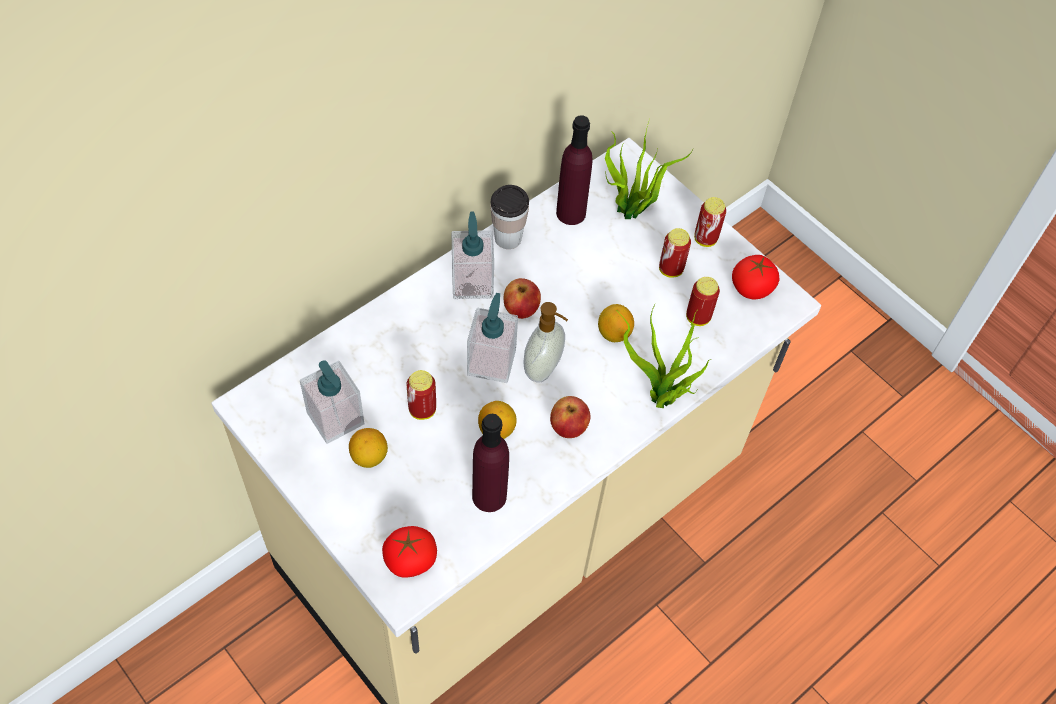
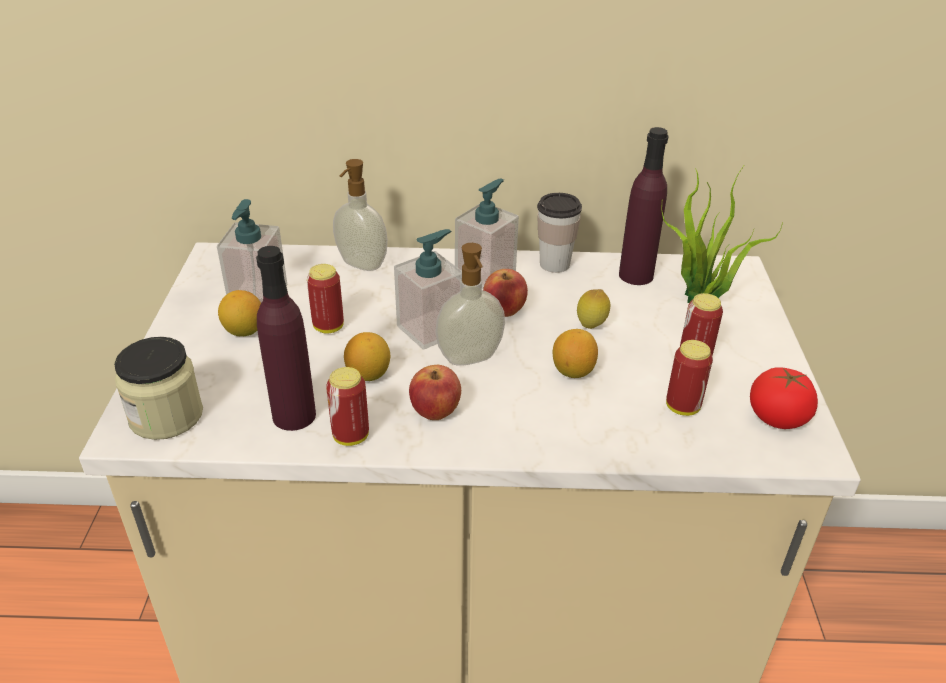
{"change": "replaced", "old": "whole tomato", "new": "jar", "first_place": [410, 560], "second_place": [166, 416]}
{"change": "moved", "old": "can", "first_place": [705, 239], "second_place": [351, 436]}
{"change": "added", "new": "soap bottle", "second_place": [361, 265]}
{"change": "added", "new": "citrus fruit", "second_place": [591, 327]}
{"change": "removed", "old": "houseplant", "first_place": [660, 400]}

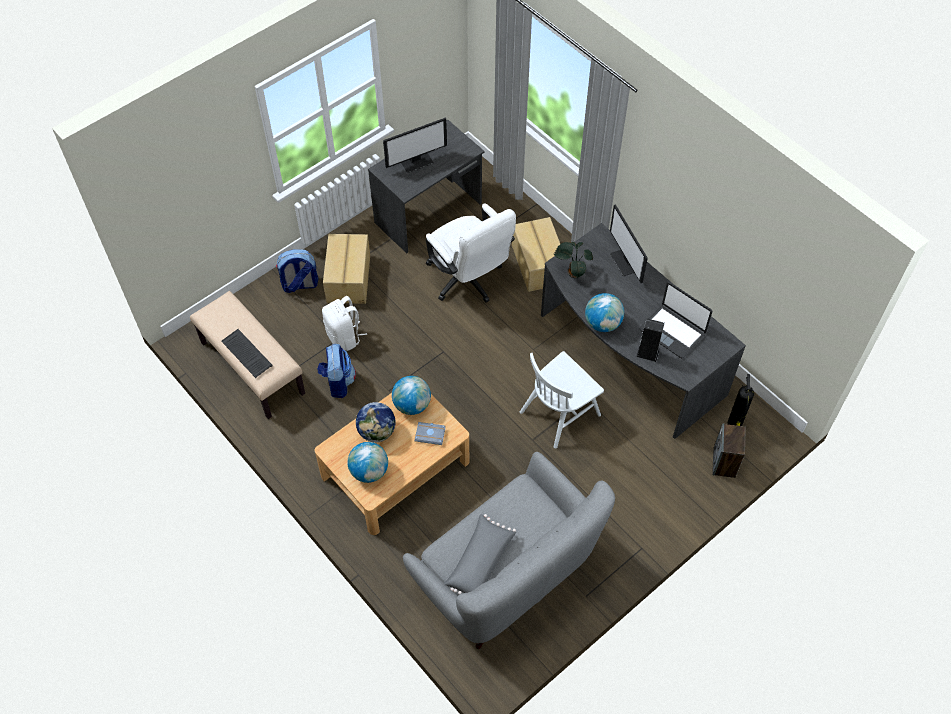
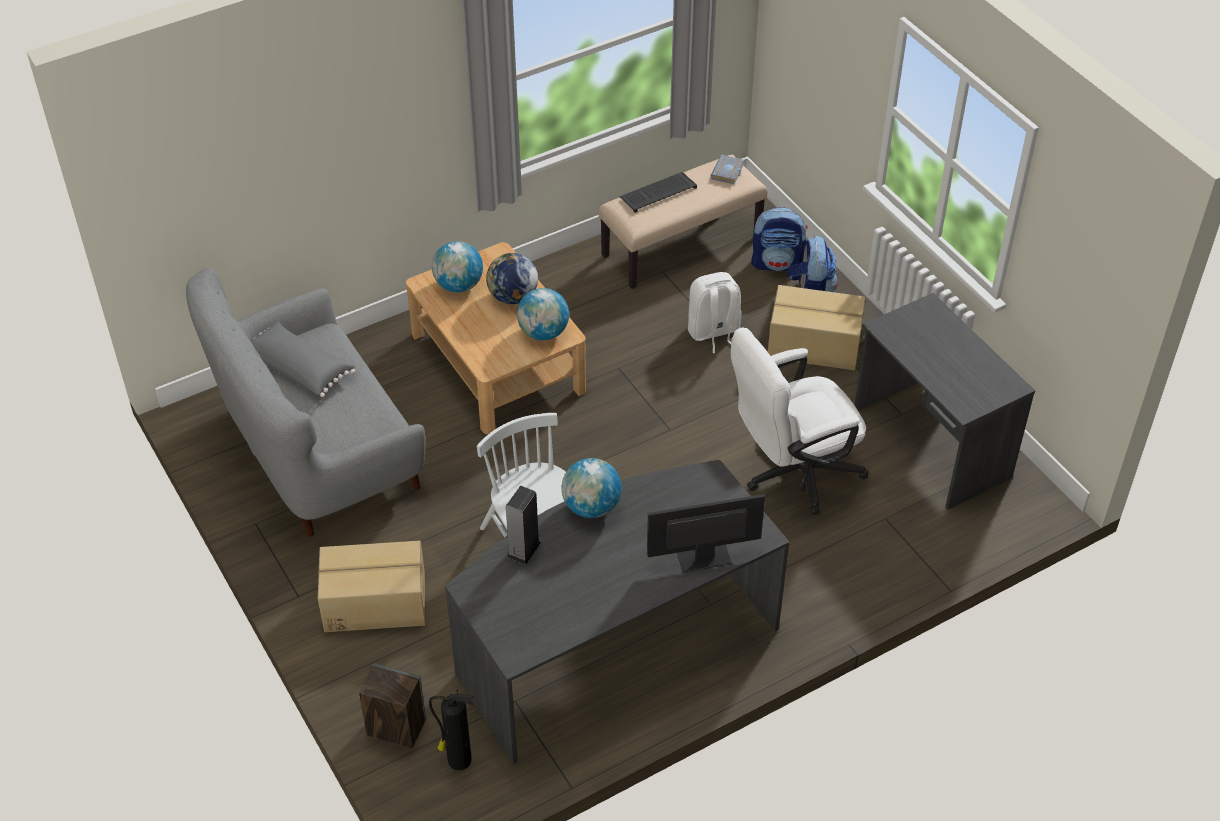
{"change": "moved", "old": "packing box", "first_place": [537, 265], "second_place": [374, 602]}
{"change": "moved", "old": "greyish book", "first_place": [431, 434], "second_place": [728, 172]}
{"change": "moved", "old": "backpack", "first_place": [338, 382], "second_place": [777, 263]}
{"change": "removed", "old": "monitor", "first_place": [416, 161]}
{"change": "removed", "old": "houseplant", "first_place": [572, 273]}
{"change": "removed", "old": "notebook computer", "first_place": [672, 331]}

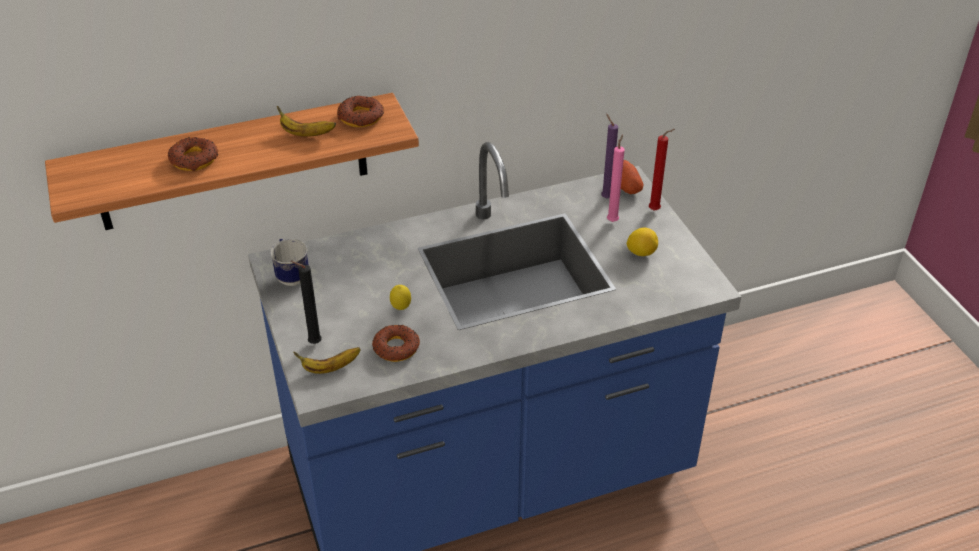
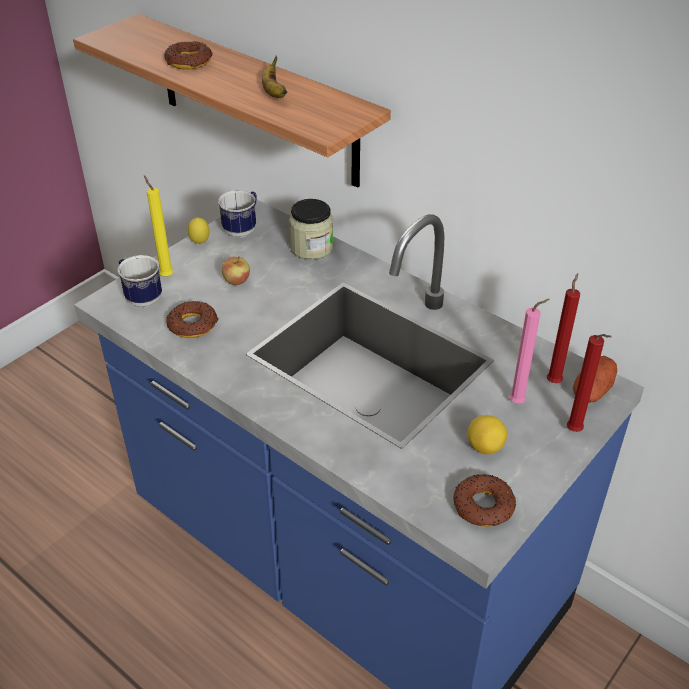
{"change": "replaced", "old": "banana", "new": "coffee mug", "first_place": [330, 368], "second_place": [140, 297]}
{"change": "recoloured", "old": "blackish candle", "new": "yellow candle", "first_place": [312, 343], "second_place": [165, 275]}
{"change": "moved", "old": "citrus fruit", "first_place": [401, 308], "second_place": [200, 243]}
{"change": "added", "new": "whole apple", "second_place": [237, 281]}
{"change": "added", "new": "jar", "second_place": [311, 247]}
{"change": "moved", "old": "doughnut", "first_place": [360, 117], "second_place": [483, 506]}
{"change": "recoloured", "old": "purple-coloured candle", "new": "reddish candle", "first_place": [605, 197], "second_place": [554, 381]}

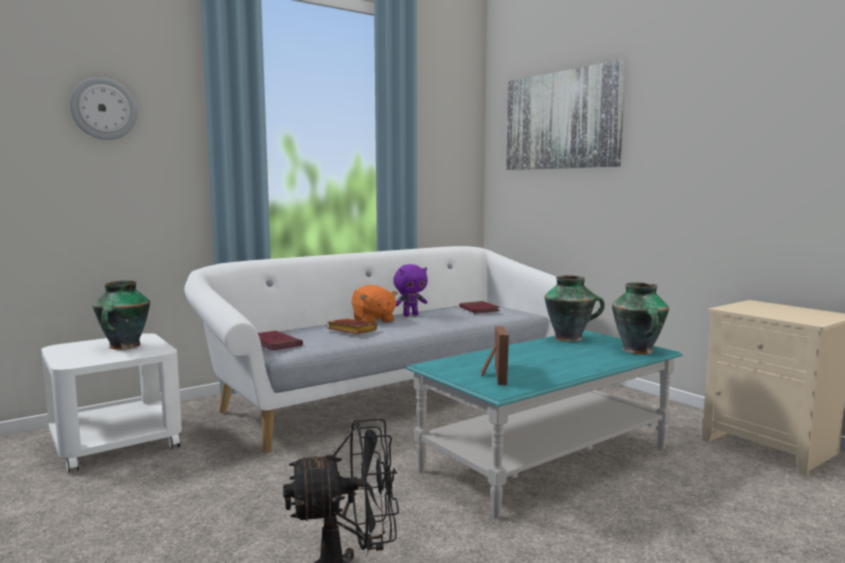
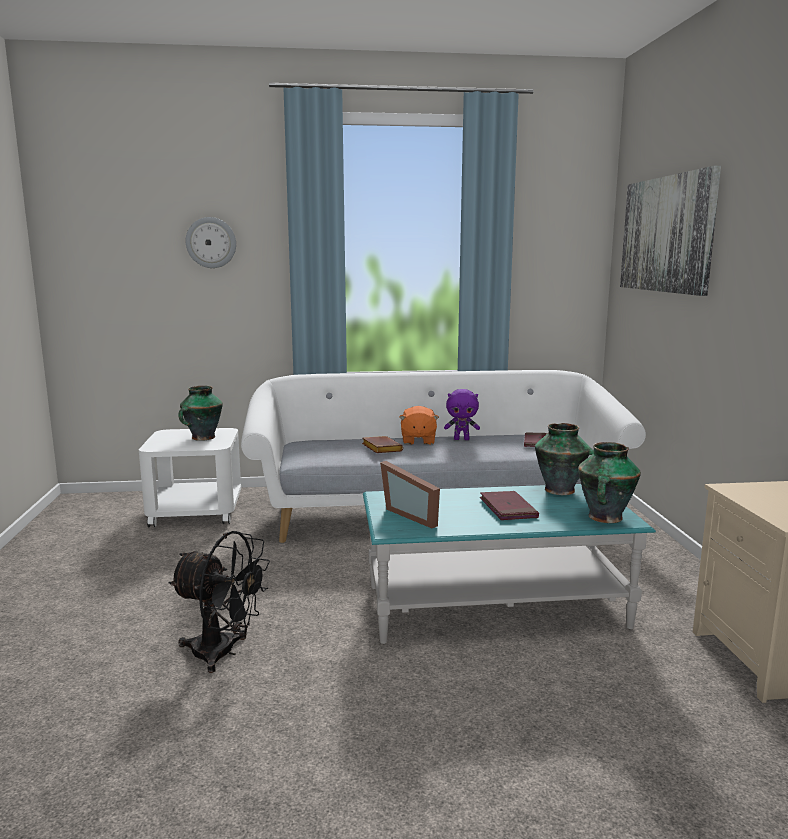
{"change": "turned", "old": "photo frame", "first_place": [493, 375], "second_place": [414, 514], "degrees": 105}
{"change": "moved", "old": "reddish book", "first_place": [274, 343], "second_place": [508, 509]}

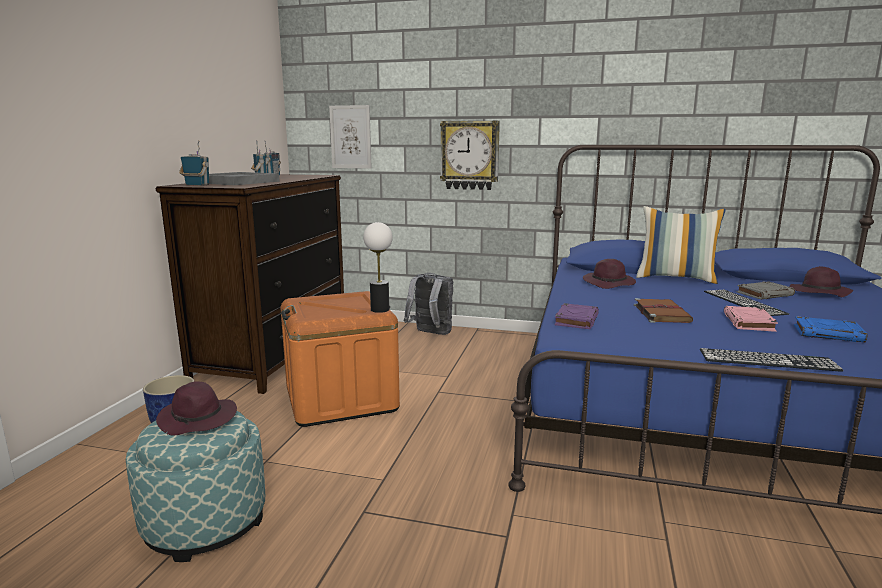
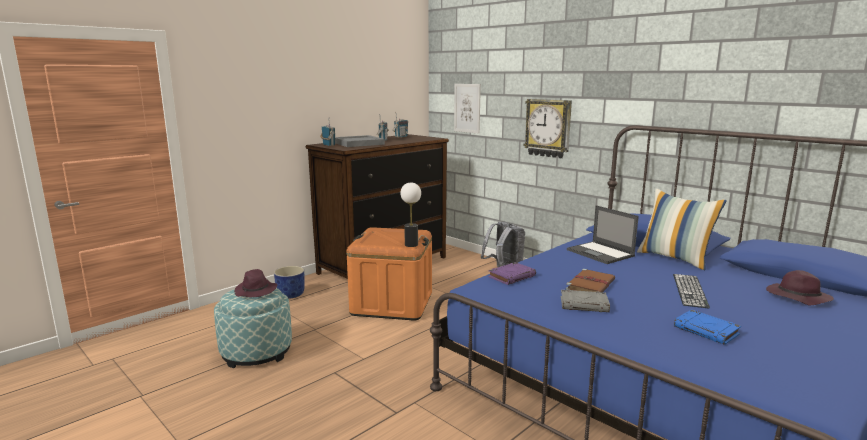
{"change": "moved", "old": "greyish book", "first_place": [764, 294], "second_place": [584, 304]}
{"change": "replaced", "old": "purple-coloured wearable hat", "new": "notebook computer", "first_place": [609, 283], "second_place": [601, 253]}
{"change": "removed", "old": "computer keyboard", "first_place": [767, 360]}
{"change": "removed", "old": "pink-coloured book", "first_place": [749, 323]}

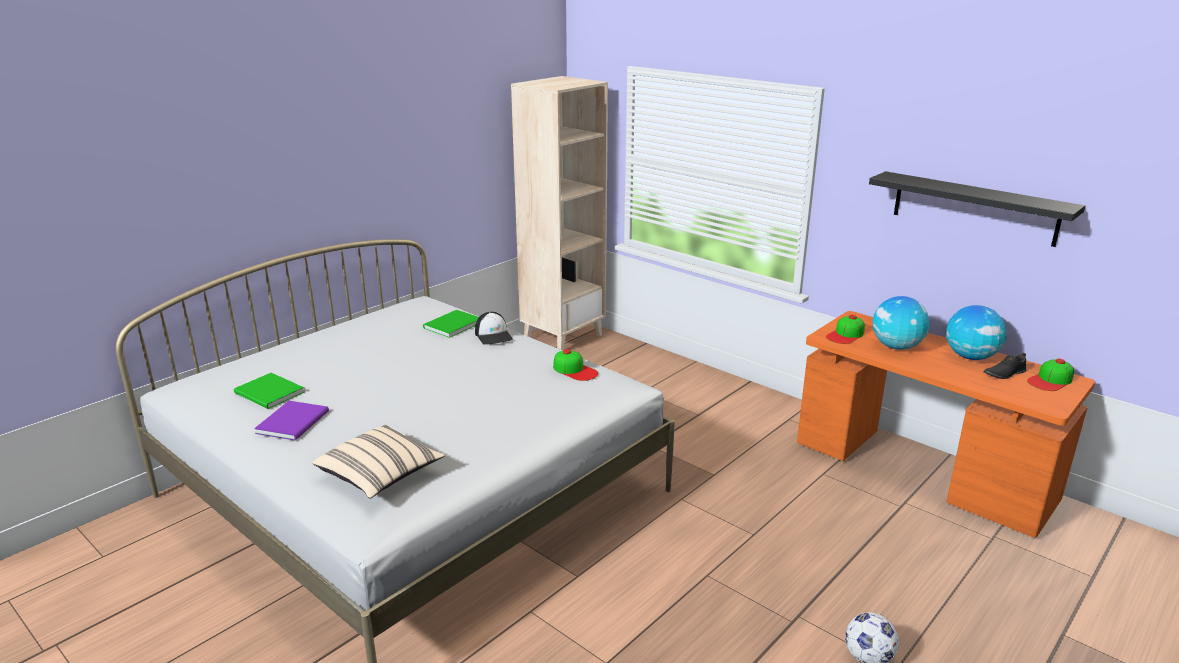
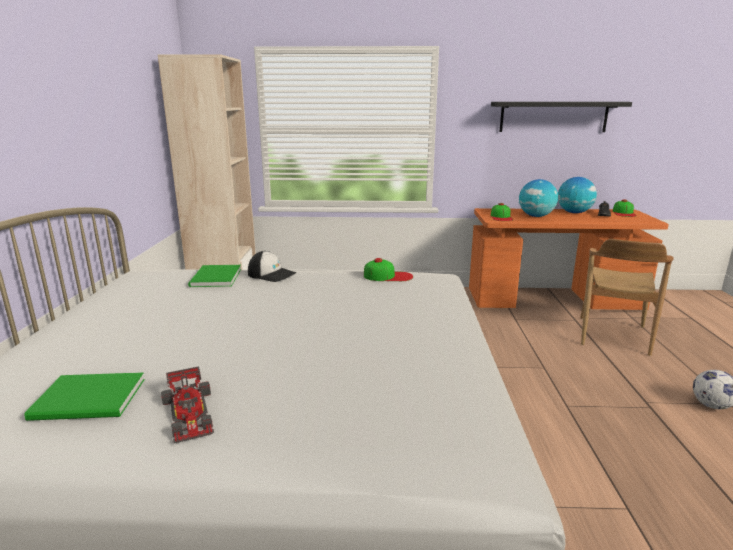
{"change": "replaced", "old": "purple-coloured book", "new": "model car", "first_place": [295, 421], "second_place": [189, 413]}
{"change": "added", "new": "brown-coloured chair", "second_place": [612, 335]}
{"change": "removed", "old": "beige throw pillow", "first_place": [380, 476]}

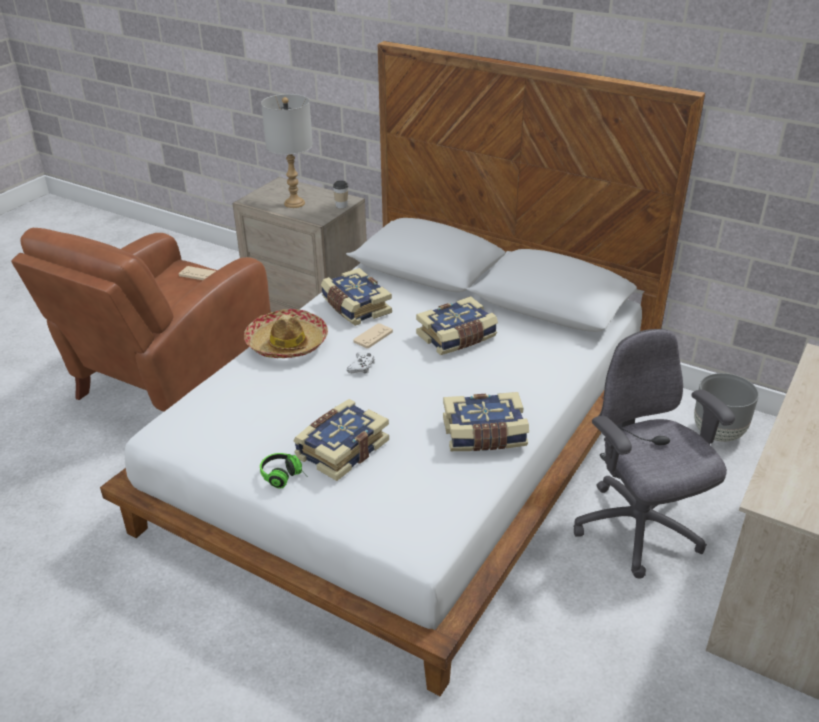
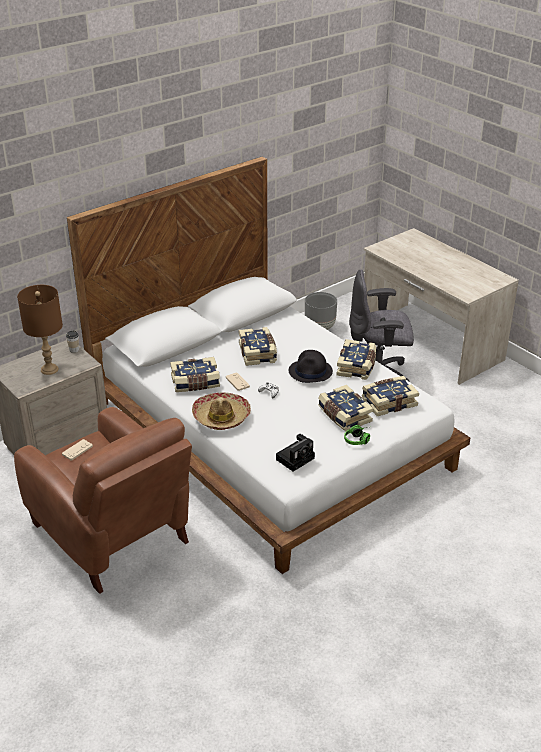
{"change": "recoloured", "old": "greyish lamp for a table", "new": "brown-coloured lamp for a table", "first_place": [294, 203], "second_place": [49, 369]}
{"change": "added", "new": "photo camera", "second_place": [296, 458]}
{"change": "added", "new": "blackish wearable hat", "second_place": [310, 372]}
{"change": "added", "new": "book", "second_place": [388, 402]}

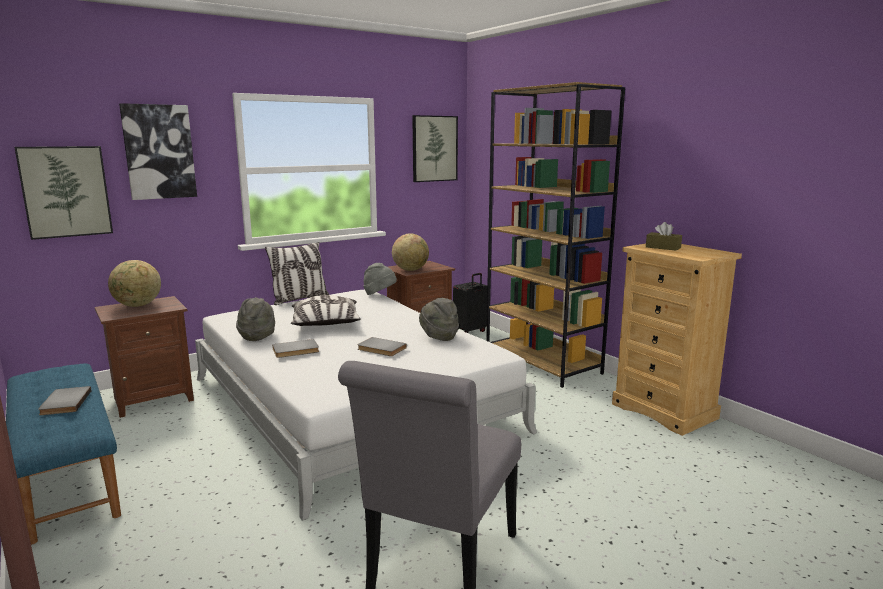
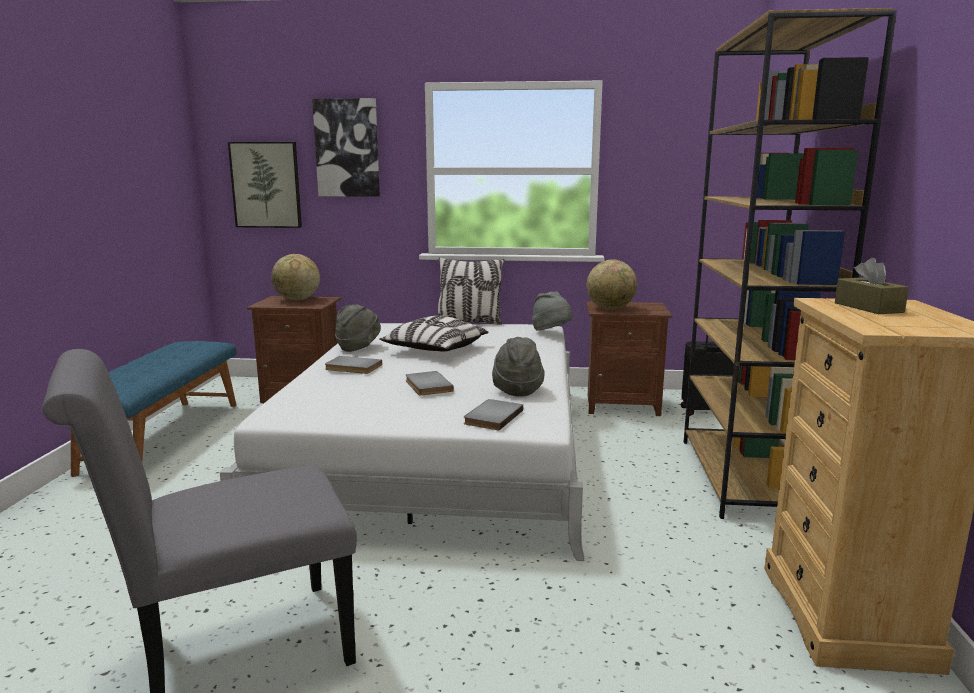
{"change": "moved", "old": "greyish book", "first_place": [64, 403], "second_place": [491, 417]}
{"change": "removed", "old": "picture", "first_place": [434, 148]}

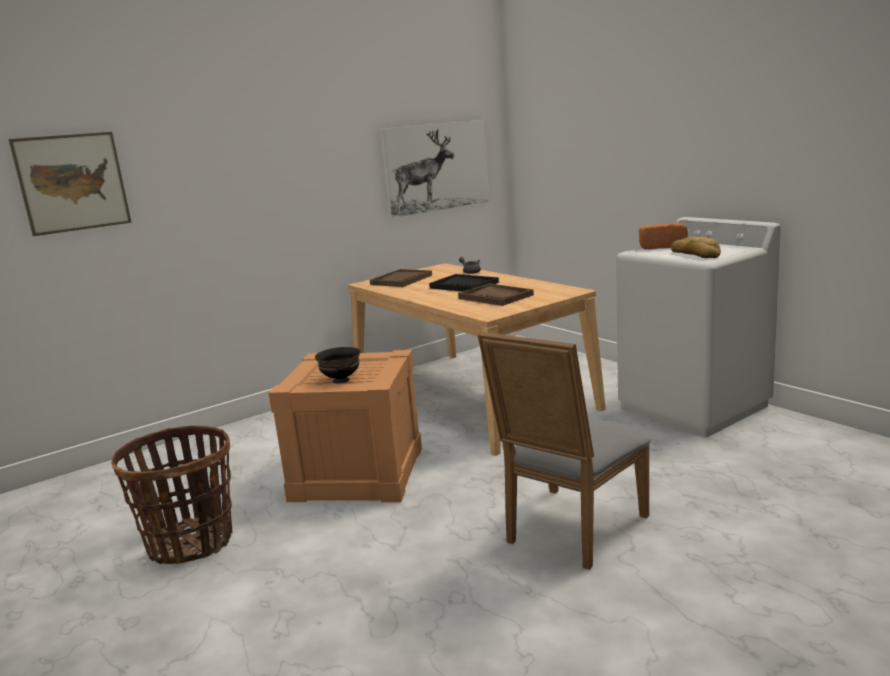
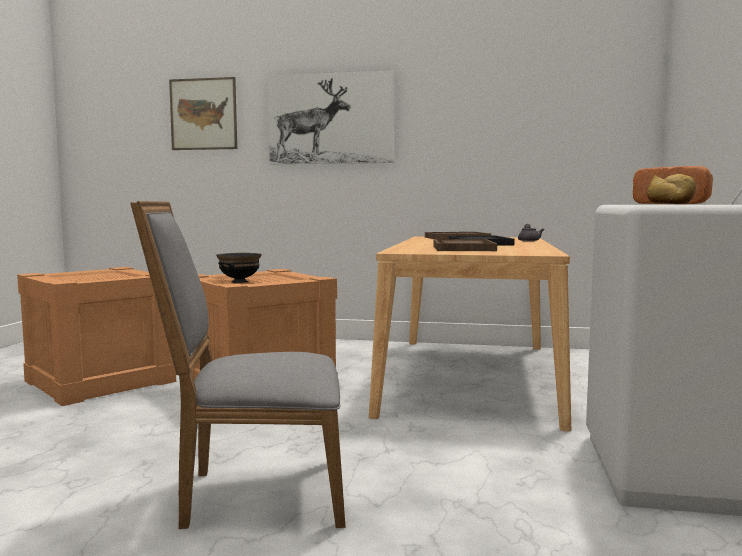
{"change": "replaced", "old": "storage basket", "new": "shipping crate", "first_place": [191, 543], "second_place": [100, 381]}
{"change": "moved", "old": "picture", "first_place": [436, 167], "second_place": [331, 119]}

